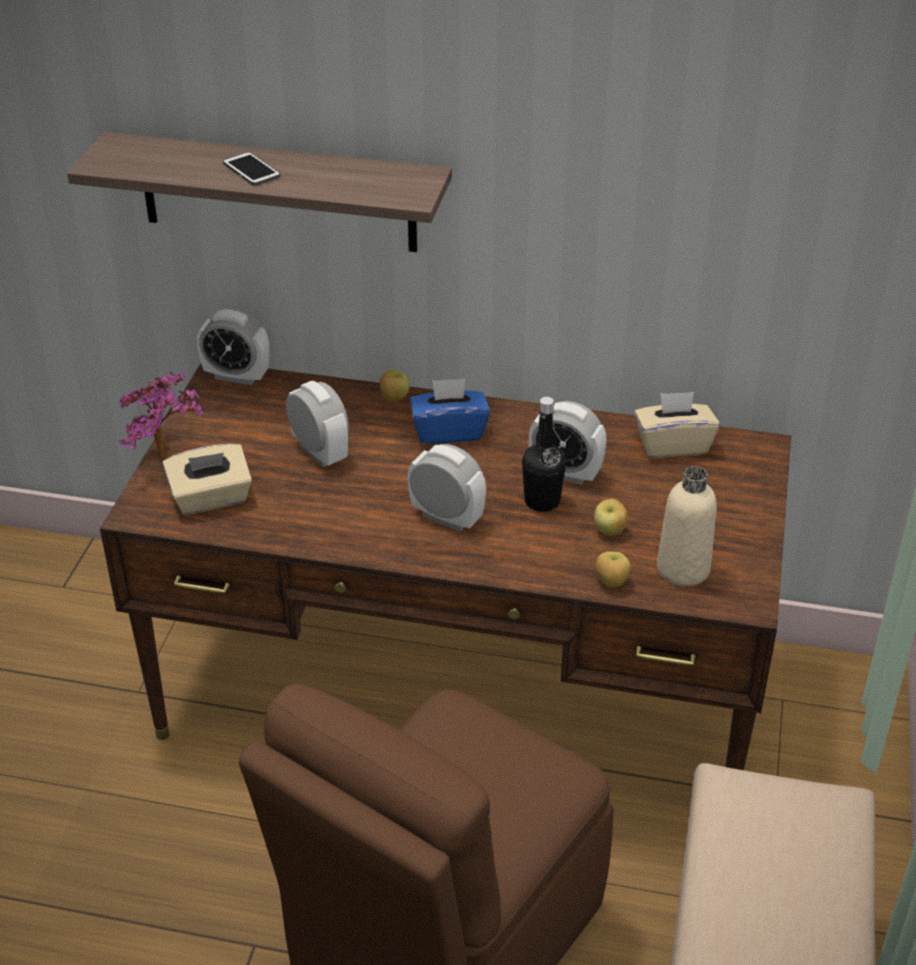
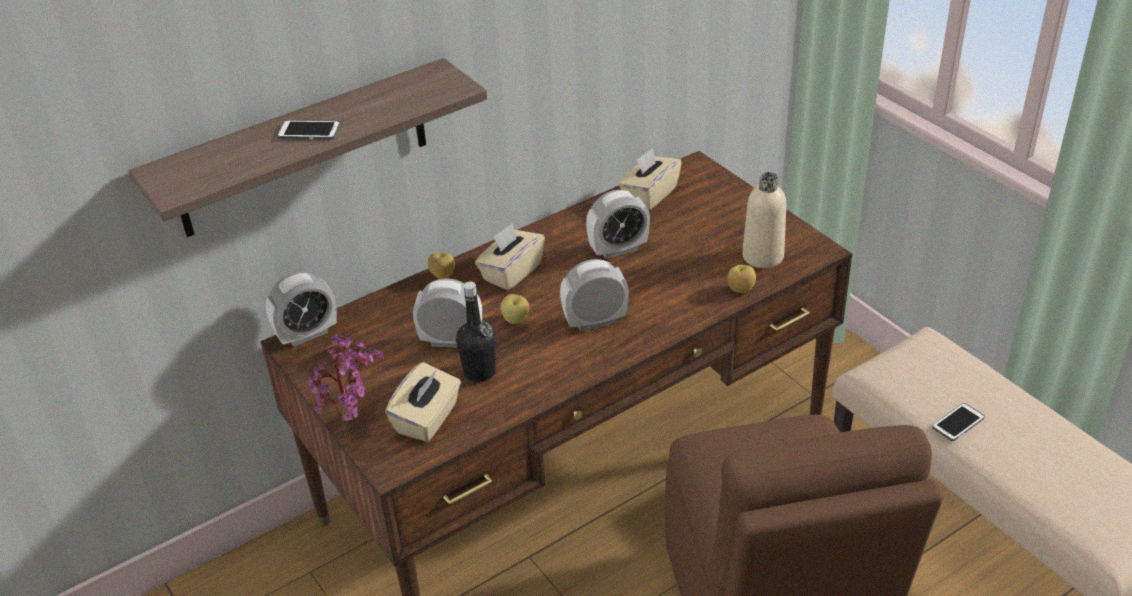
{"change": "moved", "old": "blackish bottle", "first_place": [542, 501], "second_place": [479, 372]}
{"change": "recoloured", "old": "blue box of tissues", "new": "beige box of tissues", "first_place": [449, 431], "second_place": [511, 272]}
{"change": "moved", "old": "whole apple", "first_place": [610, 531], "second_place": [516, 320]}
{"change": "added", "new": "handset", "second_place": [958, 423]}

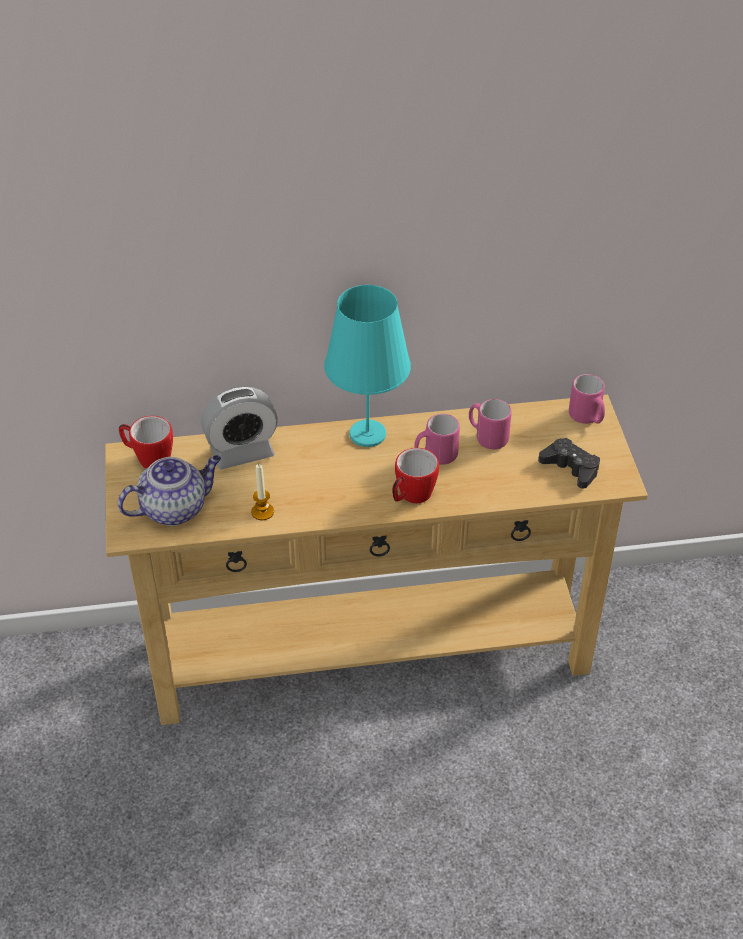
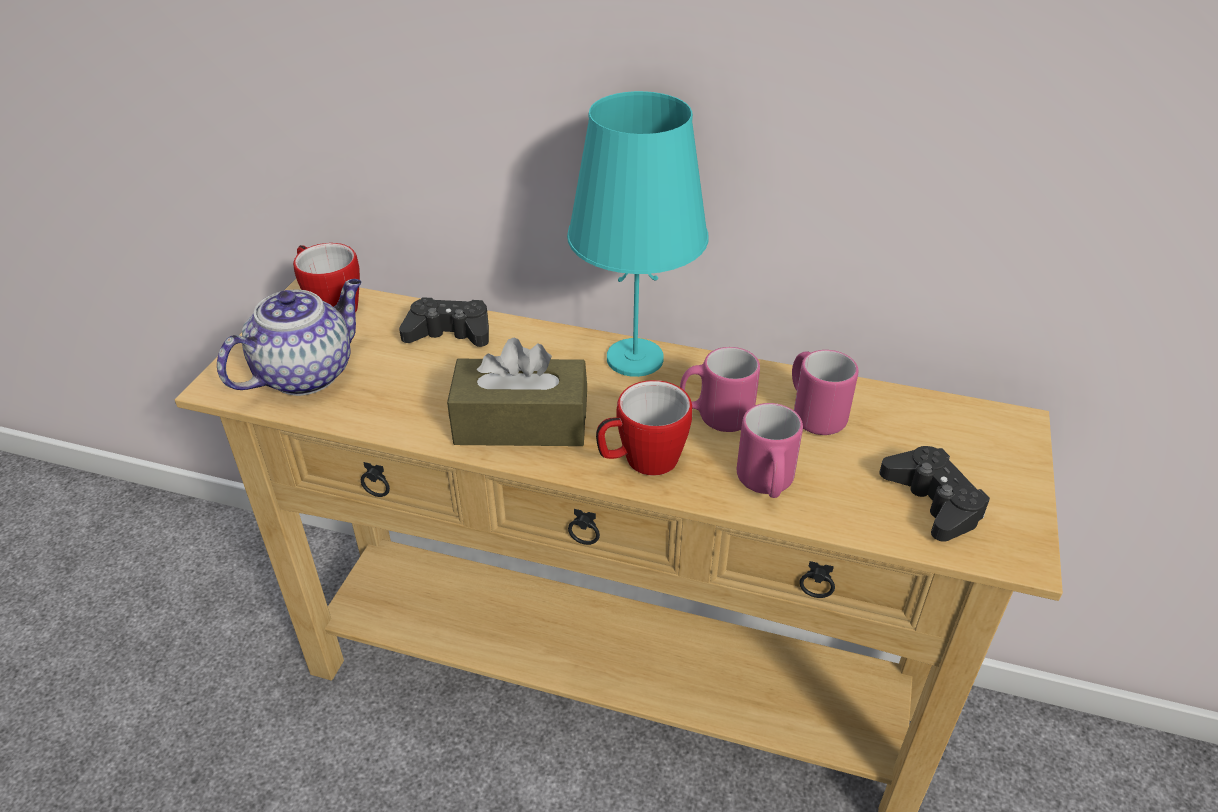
{"change": "turned", "old": "tea pot", "first_place": [175, 508], "second_place": [306, 373], "degrees": -45}
{"change": "replaced", "old": "alarm clock", "new": "blackish gamepad", "first_place": [242, 452], "second_place": [449, 333]}
{"change": "added", "new": "brown-coloured box of tissues", "second_place": [521, 423]}
{"change": "moved", "old": "pink-coloured coffee mug", "first_place": [587, 418], "second_place": [766, 485]}
{"change": "removed", "old": "candle", "first_place": [262, 512]}

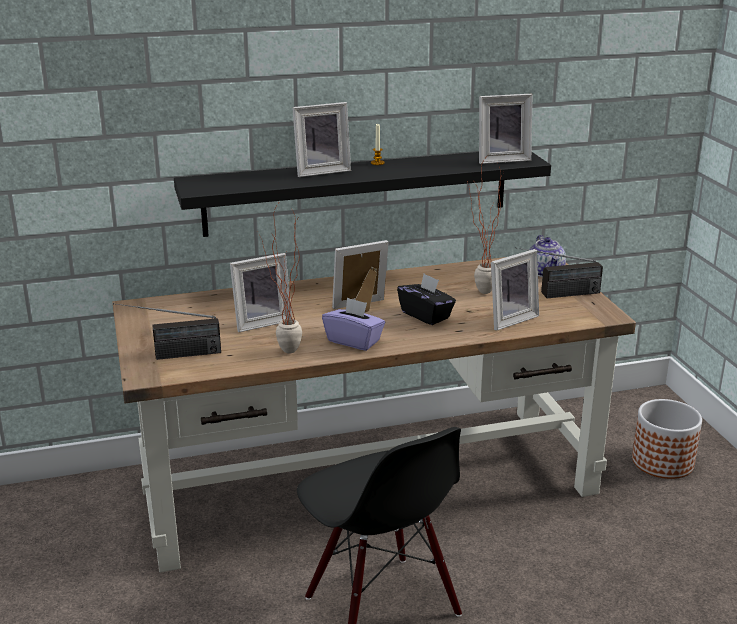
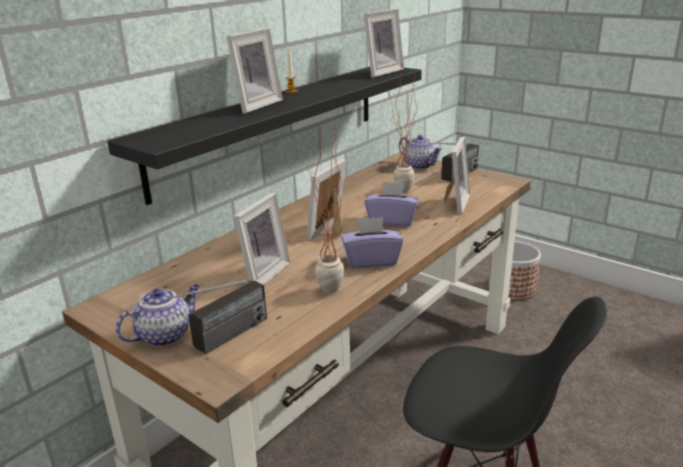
{"change": "added", "new": "tea pot", "second_place": [165, 335]}
{"change": "recoloured", "old": "blackish box of tissues", "new": "purple-coloured box of tissues", "first_place": [426, 315], "second_place": [391, 220]}

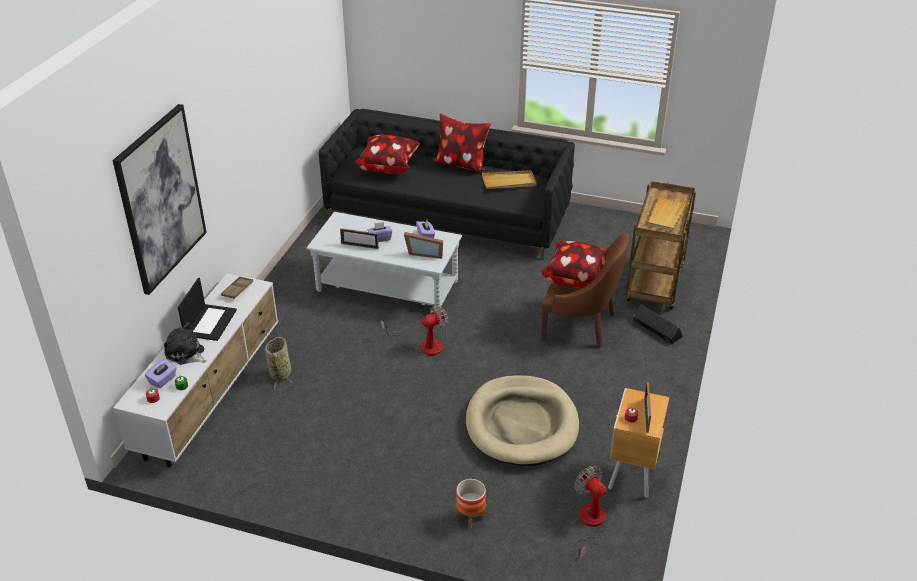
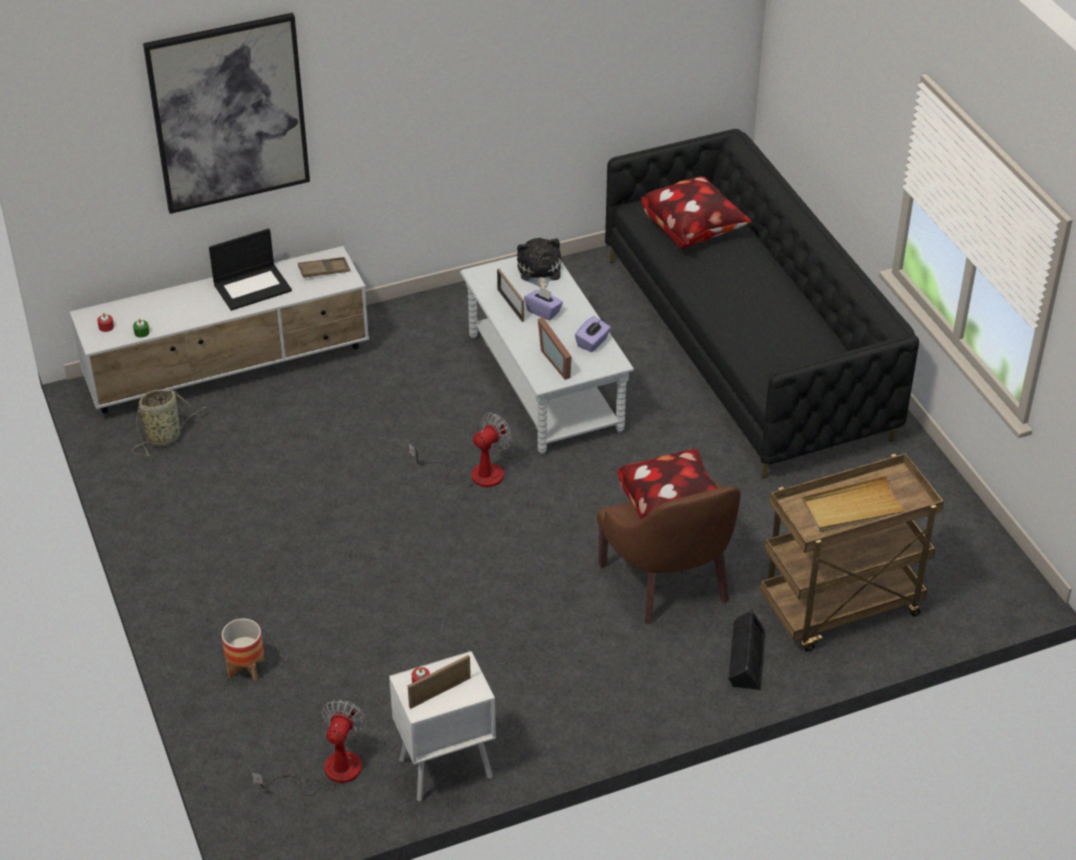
{"change": "moved", "old": "storage basket", "first_place": [281, 373], "second_place": [166, 437]}
{"change": "recoloured", "old": "brown-coloured night table", "new": "whitish night table", "first_place": [631, 475], "second_place": [443, 769]}
{"change": "turned", "old": "cooling fan", "first_place": [423, 346], "second_place": [474, 474], "degrees": -60}
{"change": "moved", "old": "cuddly toy", "first_place": [186, 353], "second_place": [539, 272]}
{"change": "removed", "old": "purple-coloured box of tissues", "first_place": [163, 380]}
{"change": "removed", "old": "throw pillow", "first_place": [461, 164]}
{"change": "removed", "old": "beige dog bed", "first_place": [521, 424]}
{"change": "removed", "old": "beige tray", "first_place": [509, 182]}

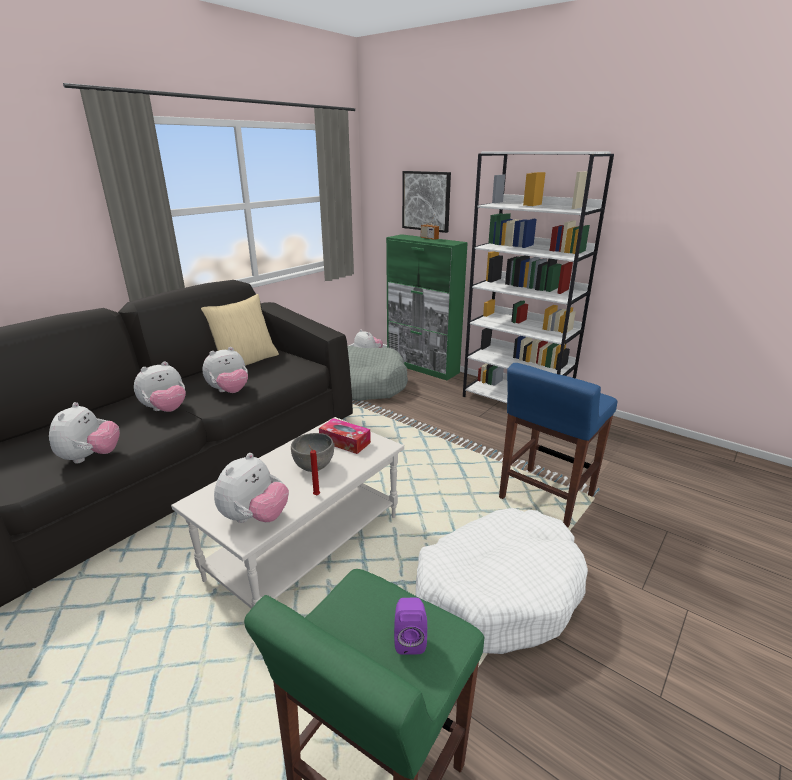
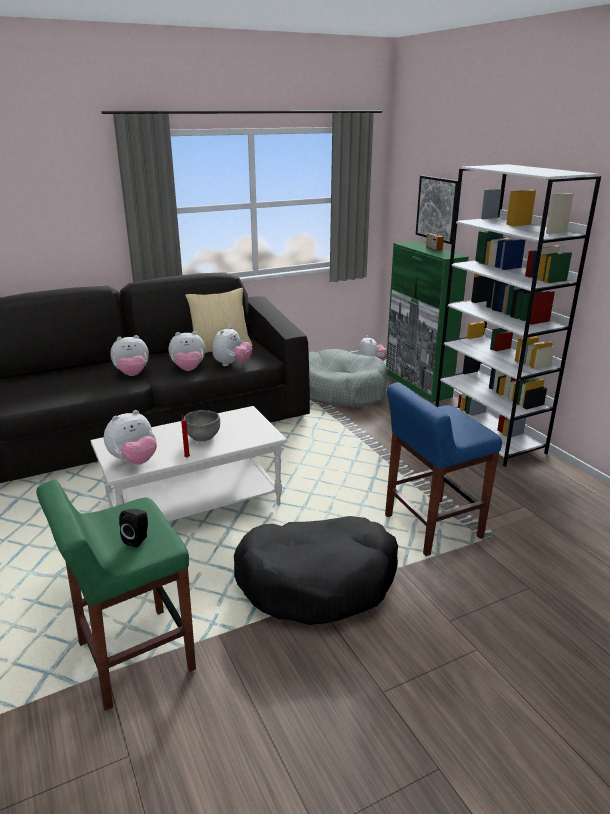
{"change": "recoloured", "old": "purple-coloured loudspeaker", "new": "blackish loudspeaker", "first_place": [409, 639], "second_place": [138, 539]}
{"change": "moved", "old": "cuddly toy", "first_place": [91, 457], "second_place": [232, 364]}
{"change": "recoloured", "old": "whitish dog bed", "new": "blackish dog bed", "first_place": [498, 590], "second_place": [317, 581]}
{"change": "removed", "old": "box of tissues", "first_place": [345, 442]}

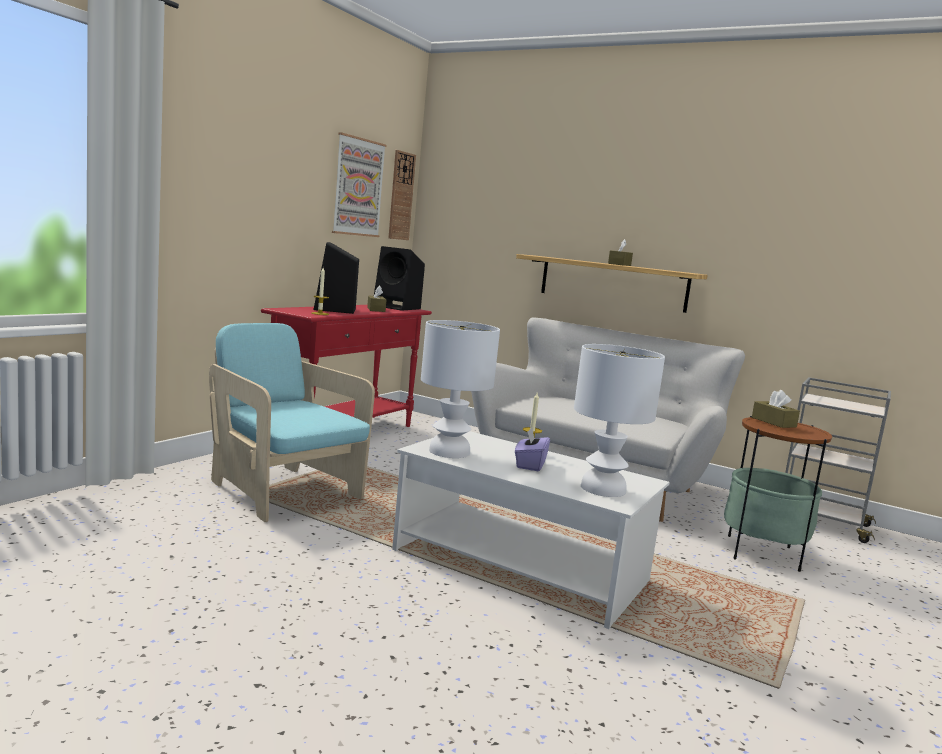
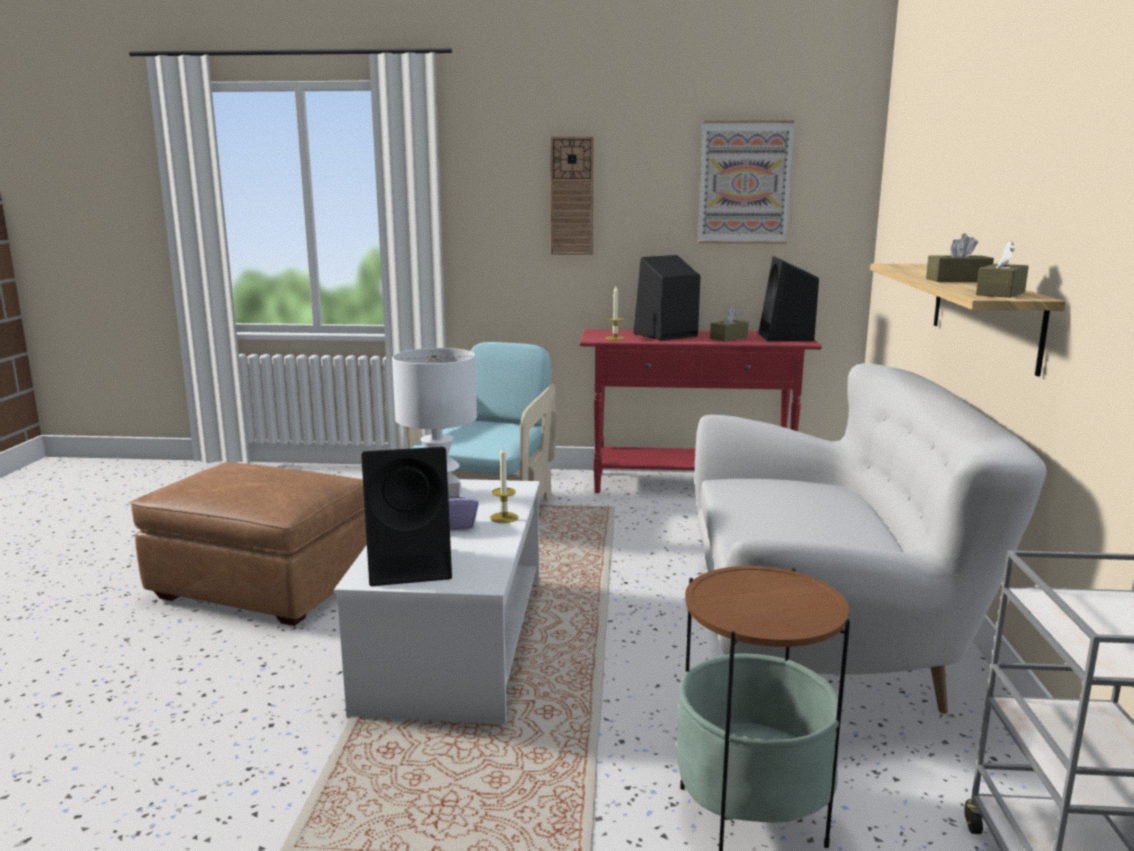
{"change": "added", "new": "brown-coloured pouffe", "second_place": [264, 586]}
{"change": "replaced", "old": "whitish lamp for a table", "new": "blackish loudspeaker", "first_place": [602, 488], "second_place": [412, 565]}
{"change": "moved", "old": "hanging clock", "first_place": [401, 196], "second_place": [572, 196]}
{"change": "moved", "old": "brown-coloured box of tissues", "first_place": [773, 422], "second_place": [1000, 293]}

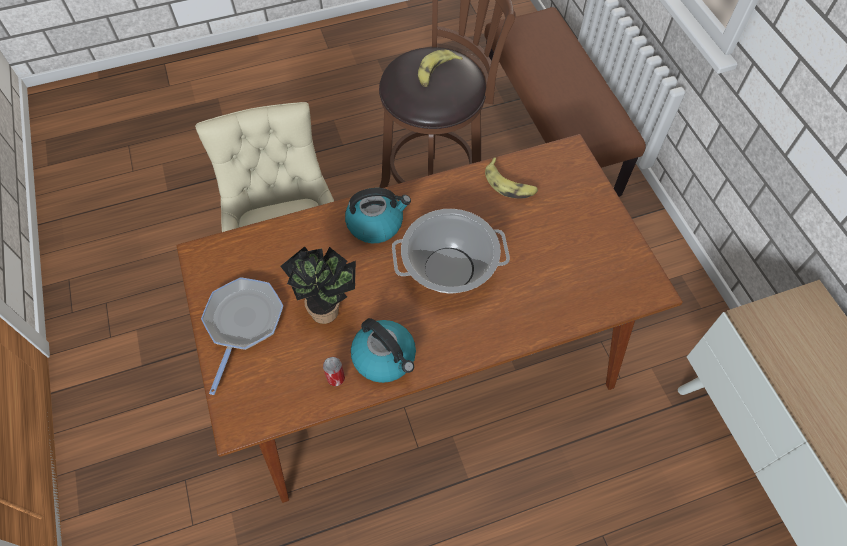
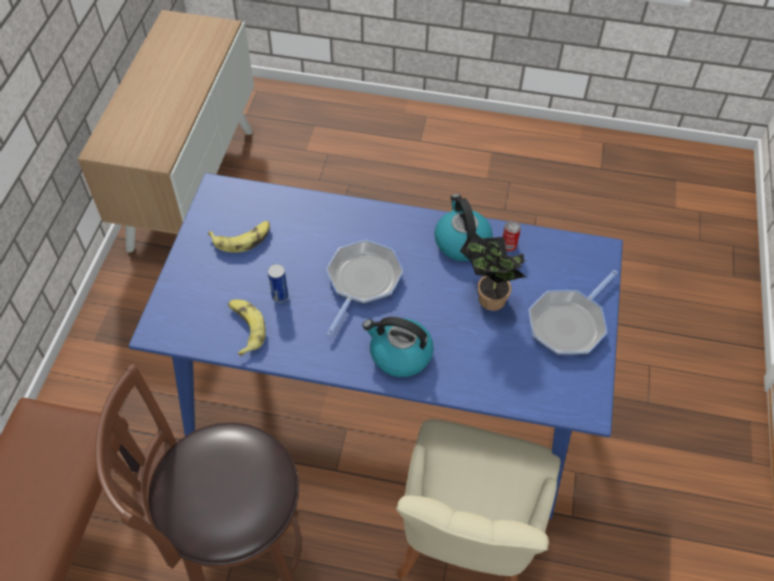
{"change": "recoloured", "old": "brown-coloured dining table", "new": "blue dining table", "first_place": [422, 359], "second_place": [386, 393]}
{"change": "moved", "old": "banana", "first_place": [436, 72], "second_place": [242, 239]}
{"change": "added", "new": "can", "second_place": [280, 296]}
{"change": "replaced", "old": "stockpot", "new": "frying pan", "first_place": [449, 269], "second_place": [362, 281]}

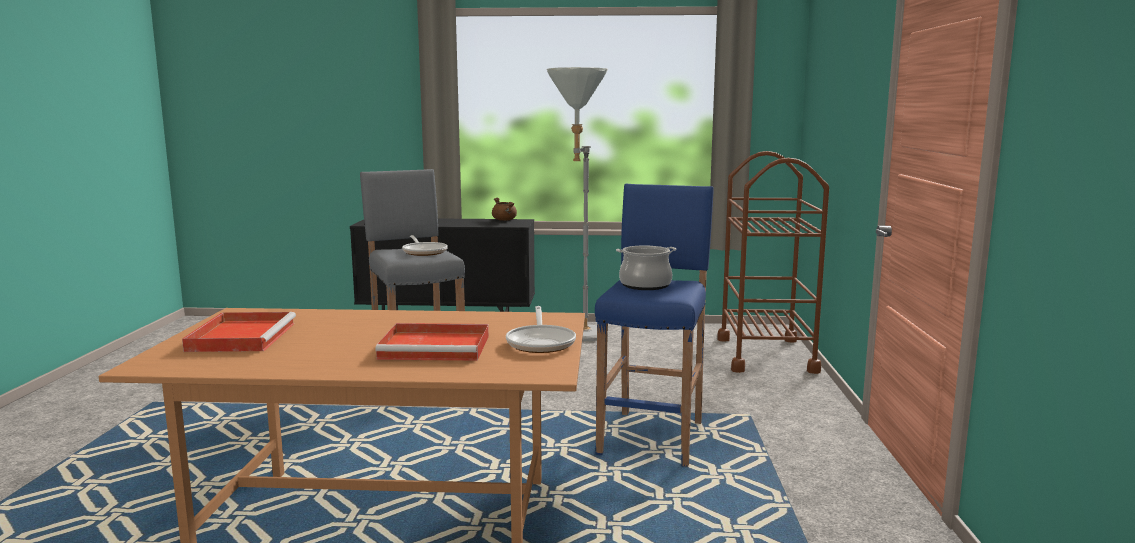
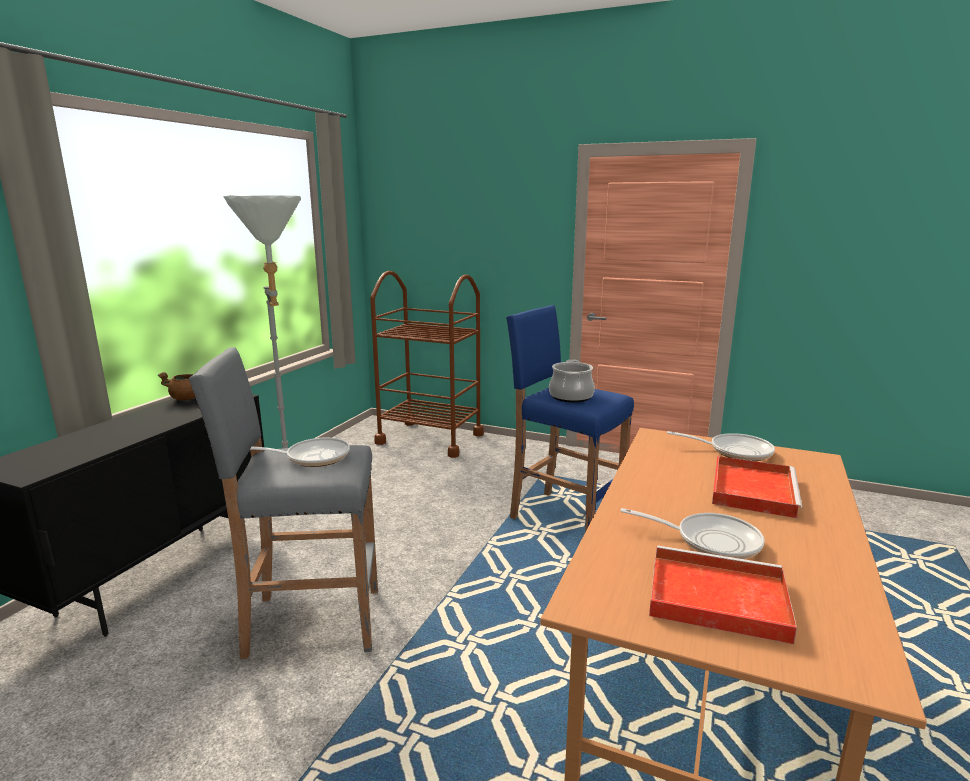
{"change": "added", "new": "frying pan", "second_place": [710, 541]}

